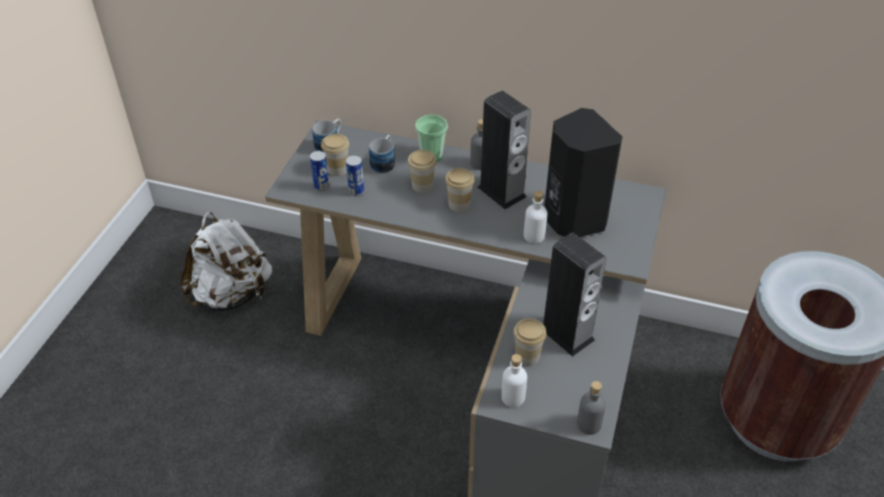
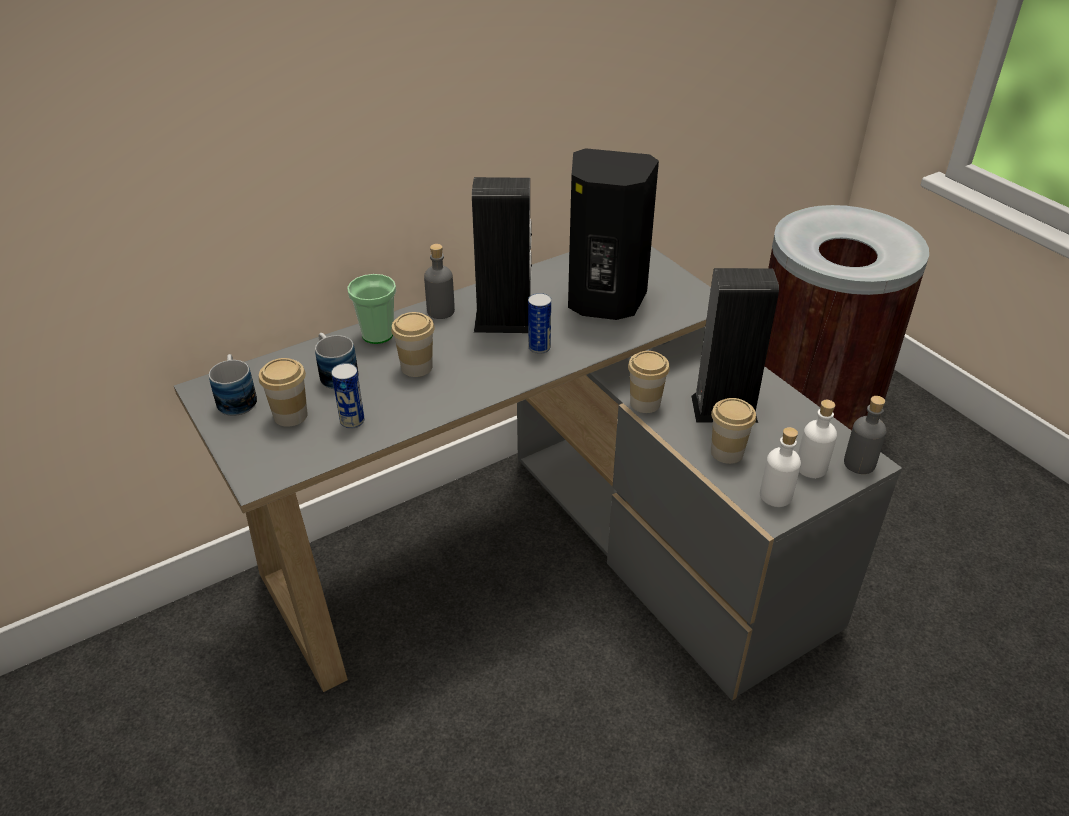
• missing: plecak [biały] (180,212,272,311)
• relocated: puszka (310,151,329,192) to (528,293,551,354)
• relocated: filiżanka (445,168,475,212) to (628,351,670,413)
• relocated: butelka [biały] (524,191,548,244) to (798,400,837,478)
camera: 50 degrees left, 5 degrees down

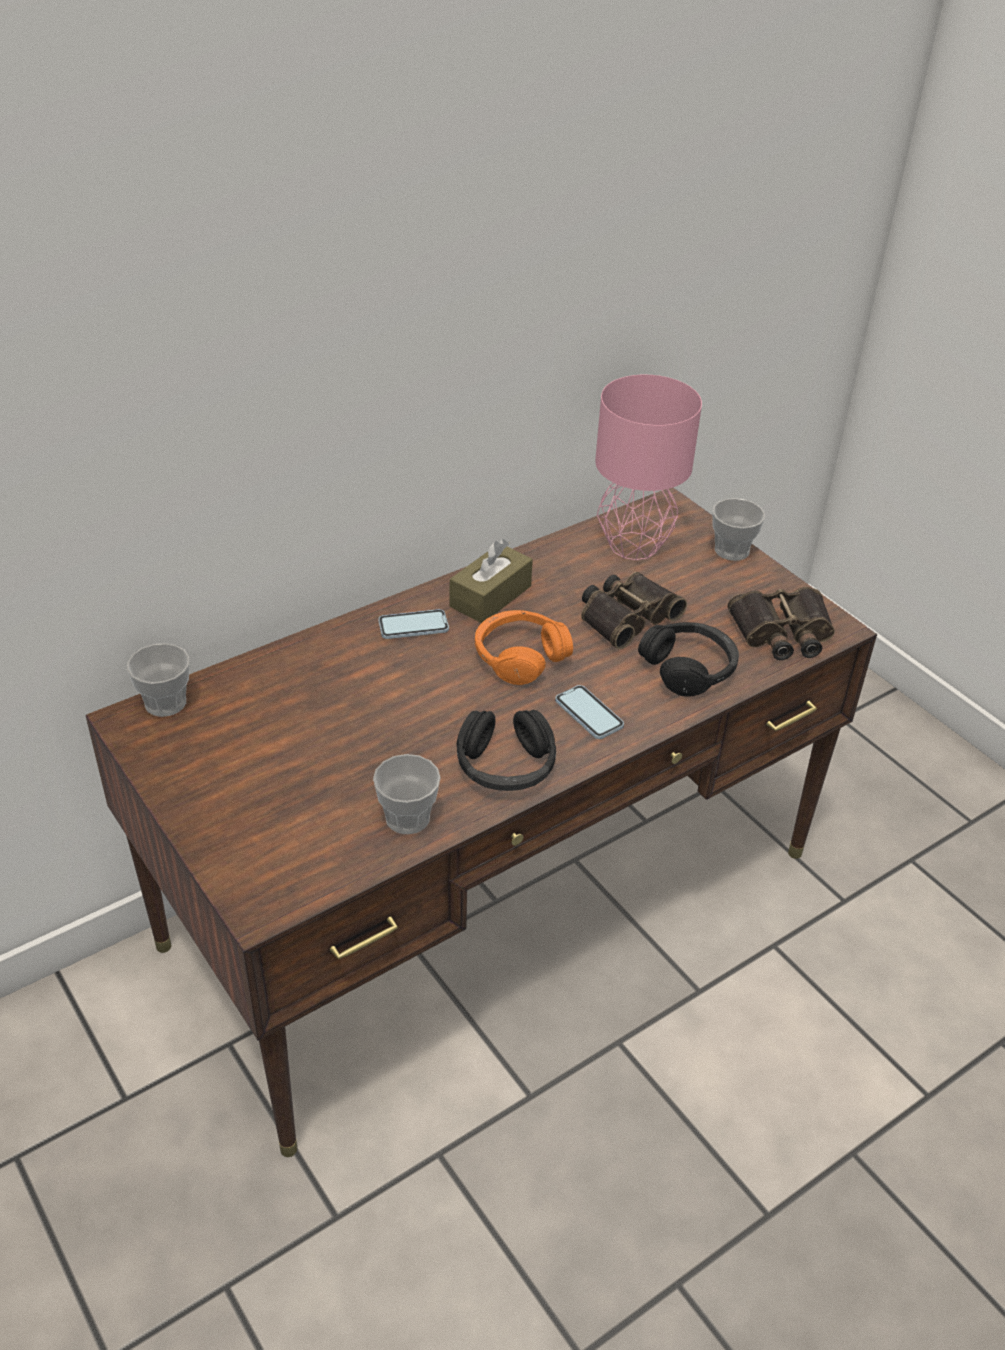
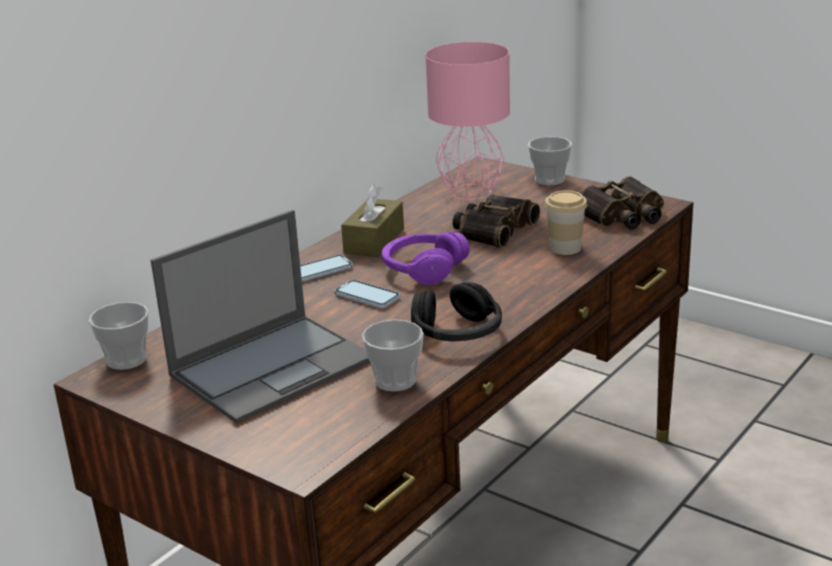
• colour: słuchawki [pomarańczowy] (475,610,573,685) to słuchawki [fioletowy] (382,231,470,285)
• relocated: telefon (555,685,624,739) to (335,280,400,308)
• exchanged: słuchawki [czarny] (638,622,739,697) to filiżanka (545,190,587,255)
• appeared: laptop (151,210,370,424)
camera: 15 degrees left, 15 degrees down

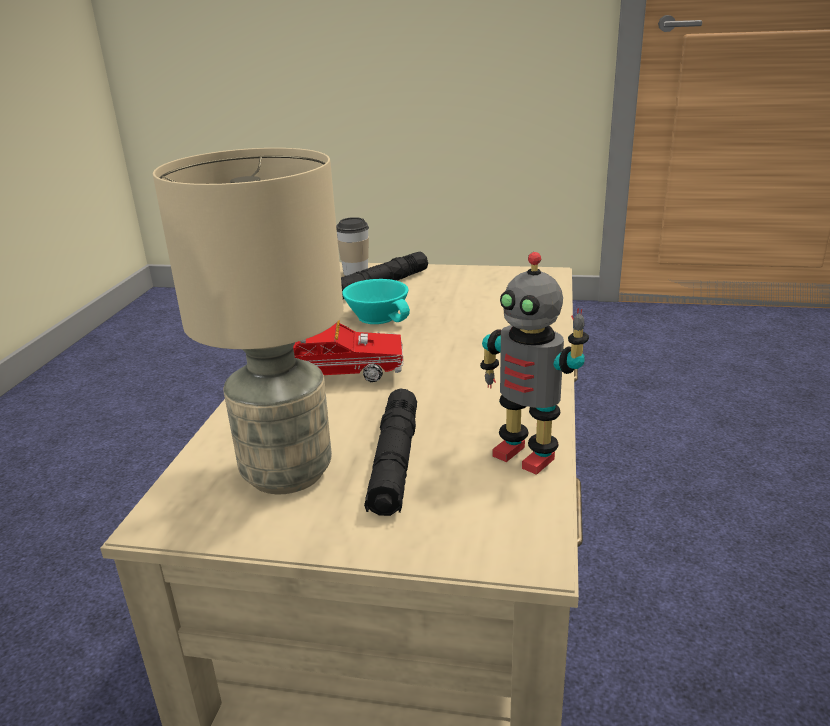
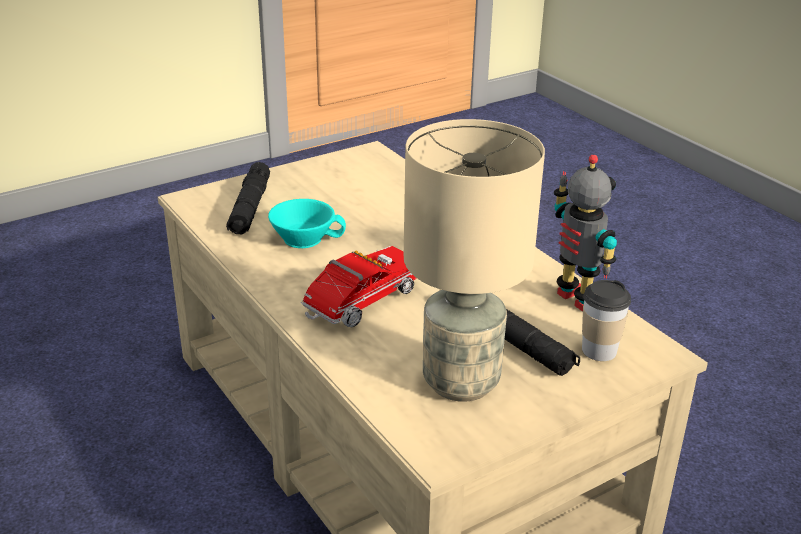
• relocated: filiżanka (336,217,369,276) to (582,280,631,361)
• spun: robot zabawkowy (480,252,589,475) = (554,155,617,312) 120 degrees counterclockwise
camera: 45 degrees left, 5 degrees up

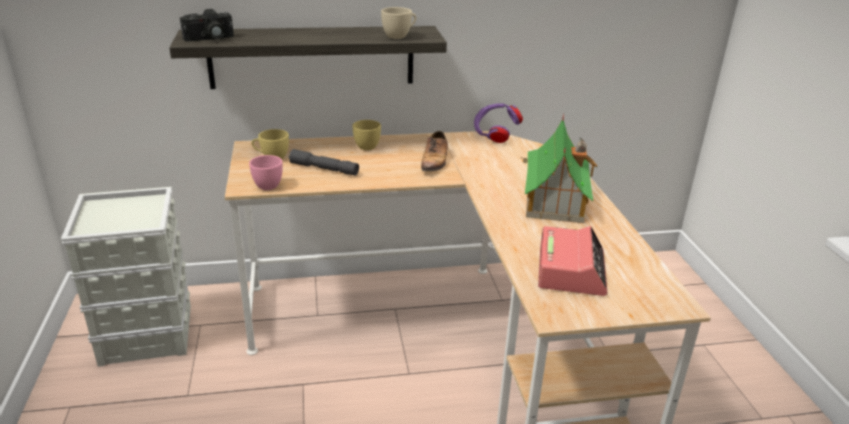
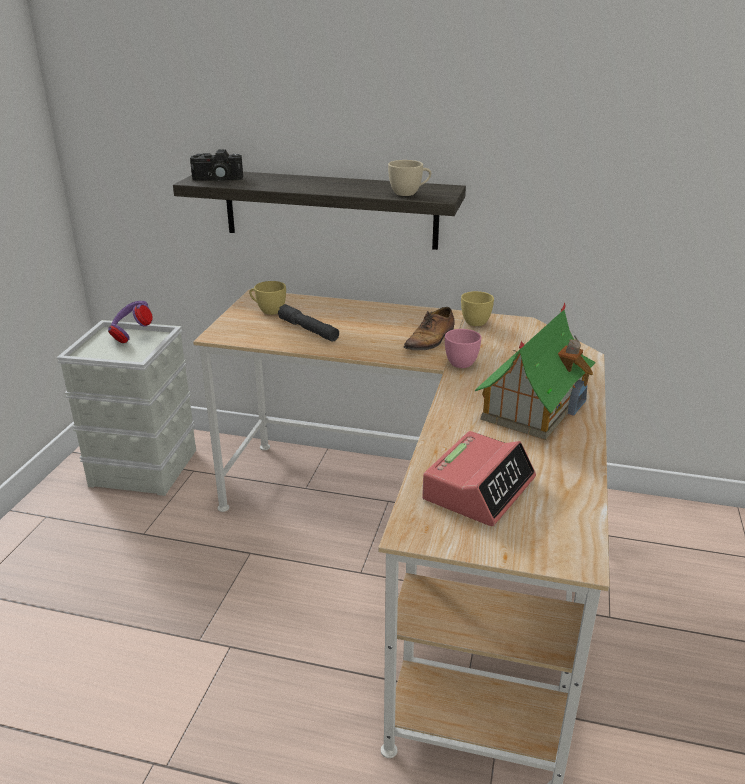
• relocated: filiżanka [różowy] (249,155,283,190) to (445,329,481,368)
• relocated: filiżanka [żółty] (352,120,381,150) to (461,291,494,326)
• relocated: słuchawki [fioletowy] (474,103,523,143) to (108,301,153,343)
camera: 25 degrees right, 0 degrees up

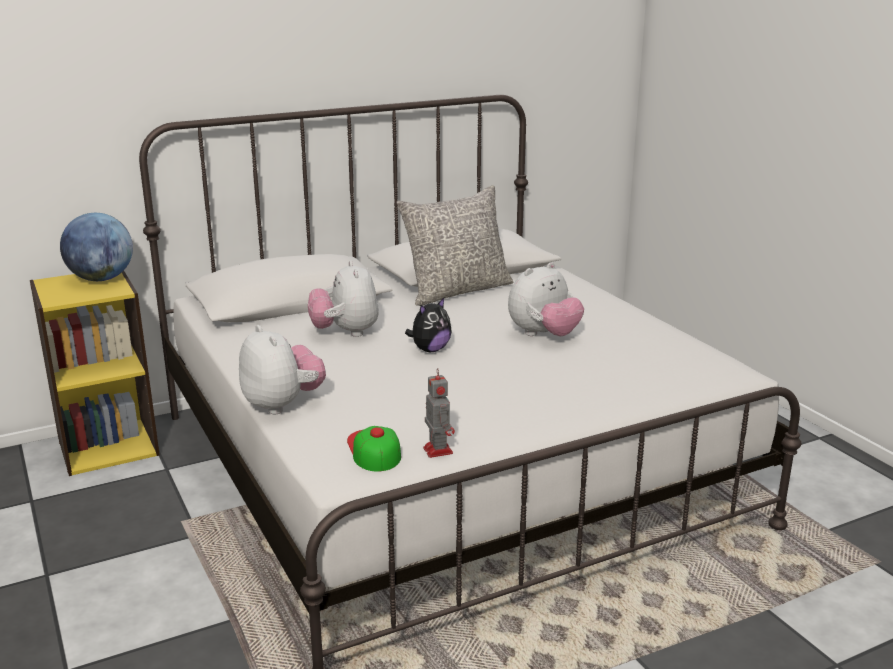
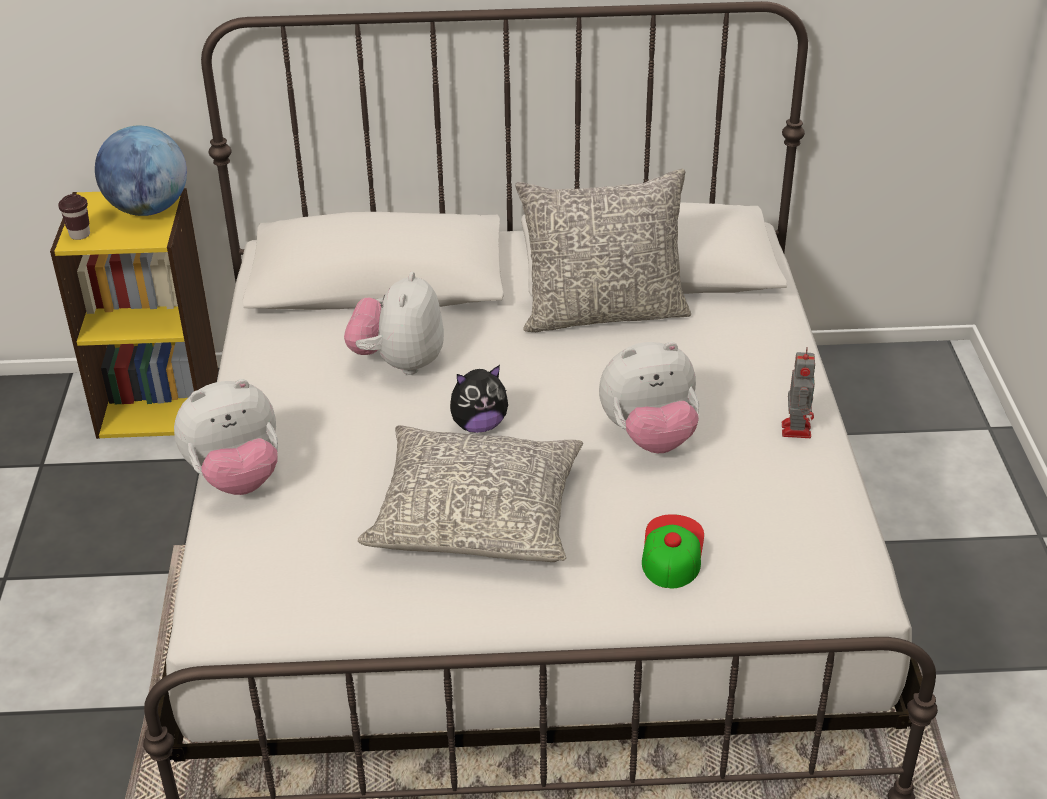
• spun: pluszak (239,325,326,414) = (174,379,278,495) 75 degrees clockwise
• relocated: czapka z daszkiem (347,426,401,472) to (642,514,704,588)
• relocated: robot zabawkowy (423,368,455,458) to (782,347,815,438)
• appeared: filiżanka [brązowy] (58,194,90,240)
• appeared: poduszka [szary] (357,425,583,562)
camera: 25 degrees right, 15 degrees up

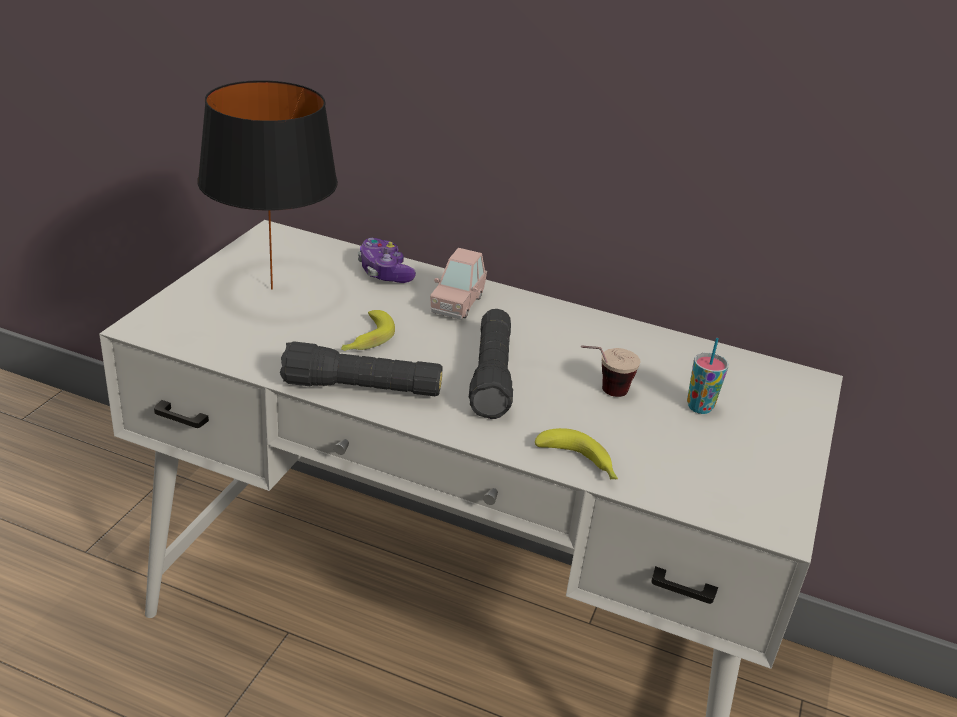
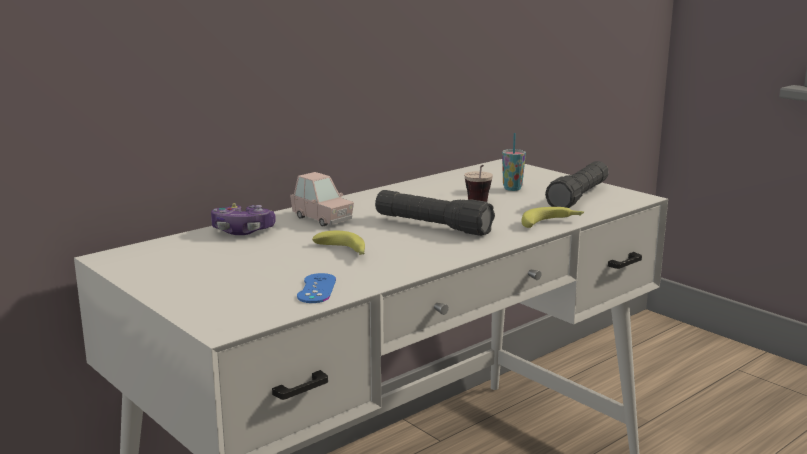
• missing: lampa stołowa [czarny] (198,80,338,290)
• relocated: latarka [czarny] (280,341,443,396) to (545,161,609,208)
• appeared: pad do gier [niebieski] (297,273,336,303)
camera: 60 degrees left, 15 degrees down

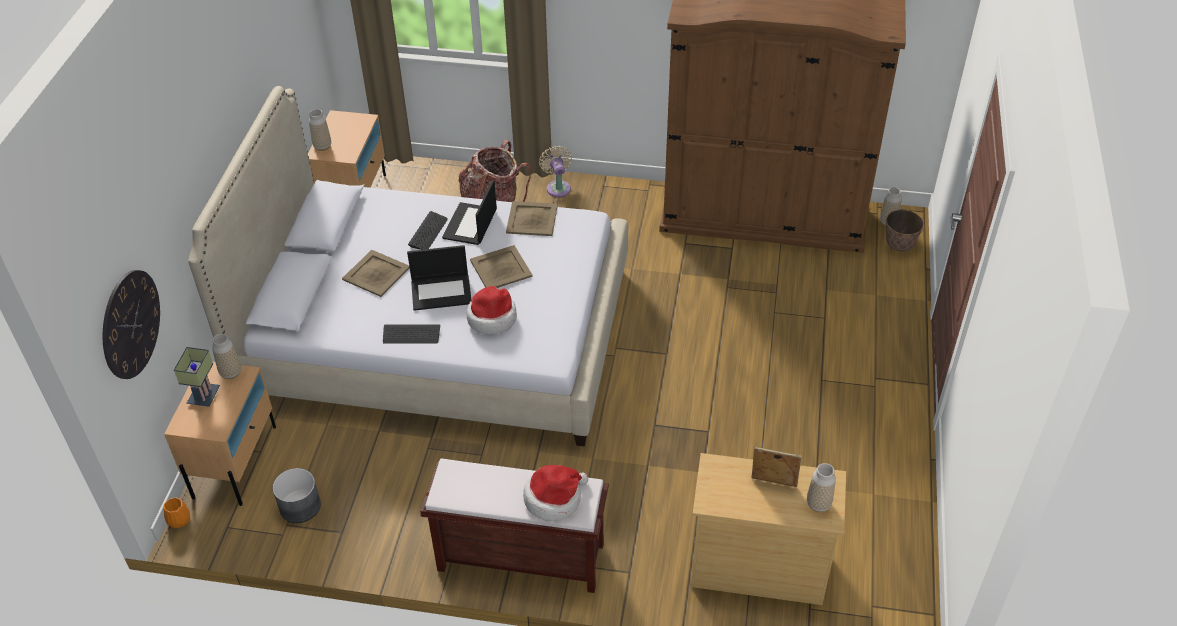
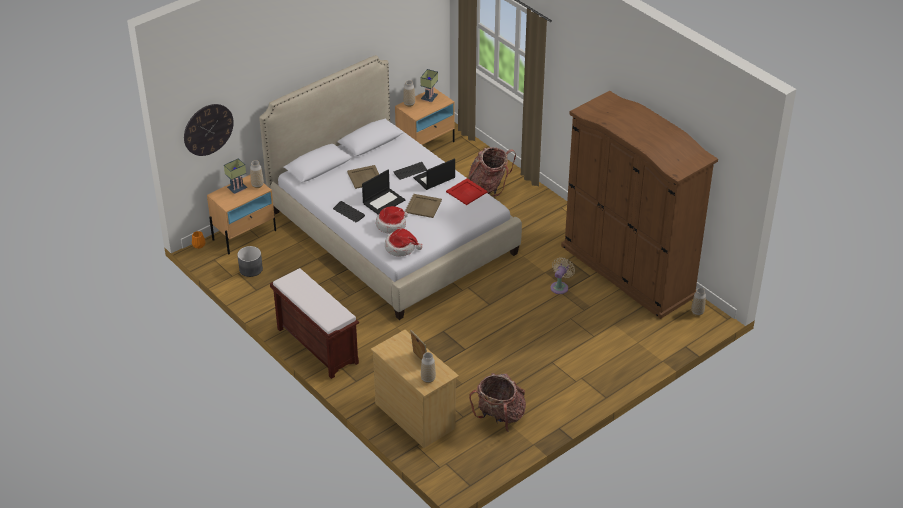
• spun: laptop (407,245,471,311) = (362,170,405,214) 75 degrees counterclockwise
• colour: taca [beżowy] (506,201,558,236) to taca [czerwony] (446,178,488,205)
• relocated: kapelusz (523,465,588,521) to (385,229,423,257)
• relocated: wentylator [beżowy] (539,146,572,197) to (551,257,575,294)
• missing: donica (886,210,924,252)
• appeared: lampa stołowa (420,69,438,103)
• appeared: plecak (469,373,526,432)
camera: 40 degrees right, 5 degrees down

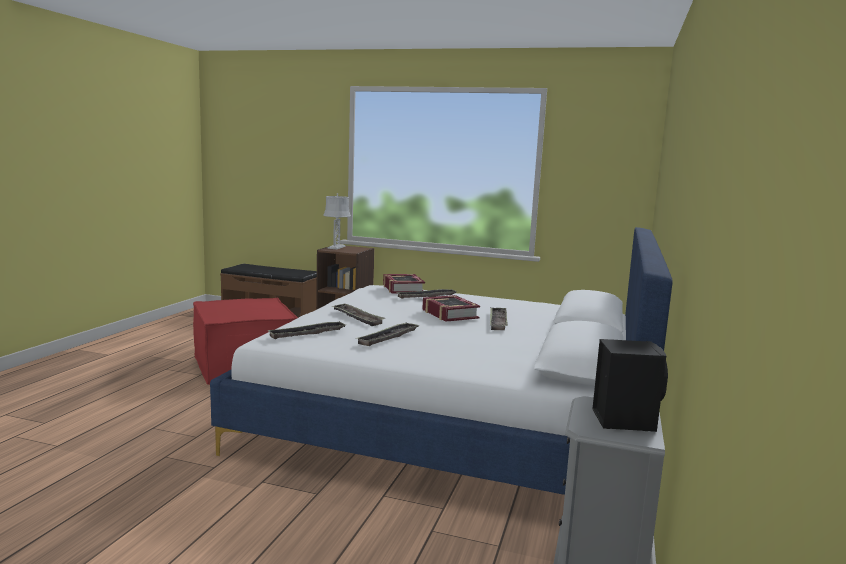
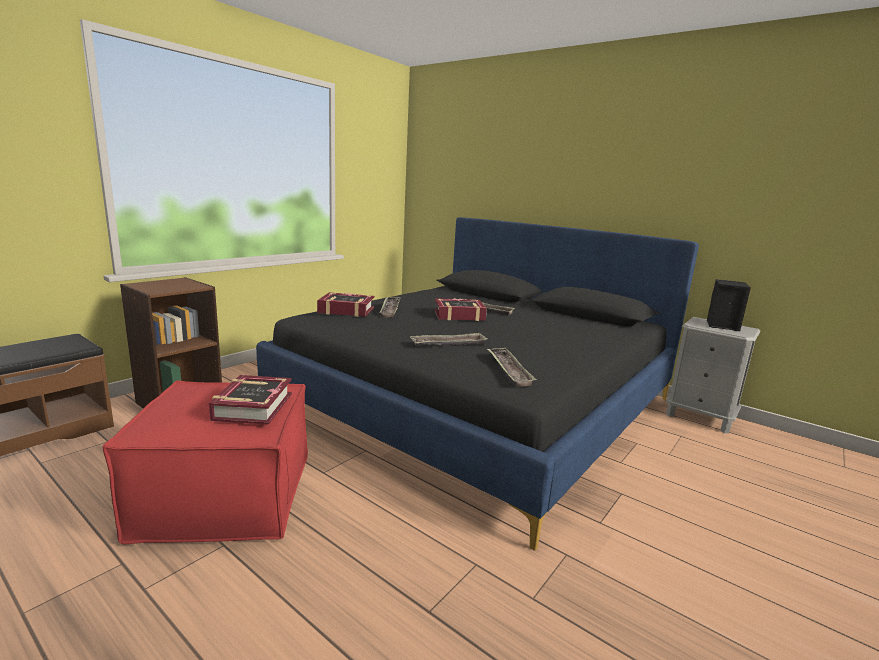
• colour: łóżko [biały] (210,227,673,495) to łóżko [czarny] (256,217,699,551)
• missing: lampa stołowa [szary] (323,193,351,249)
• missing: taca (357,323,419,346)
• appeared: książka (209,375,292,425)
camera: 70 degrees left, 5 degrees up

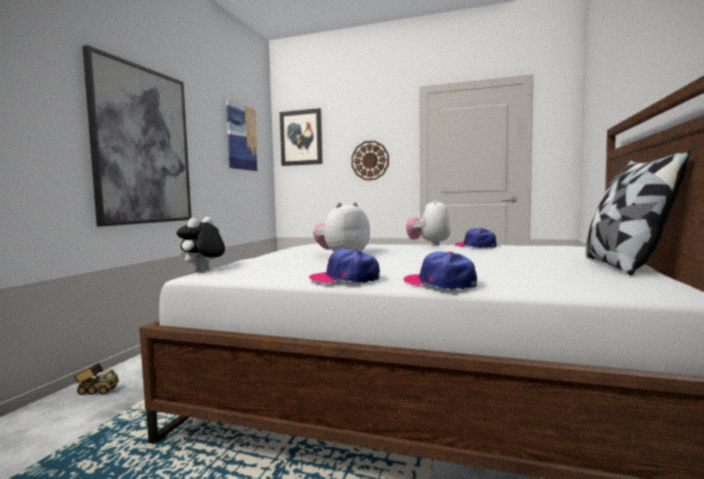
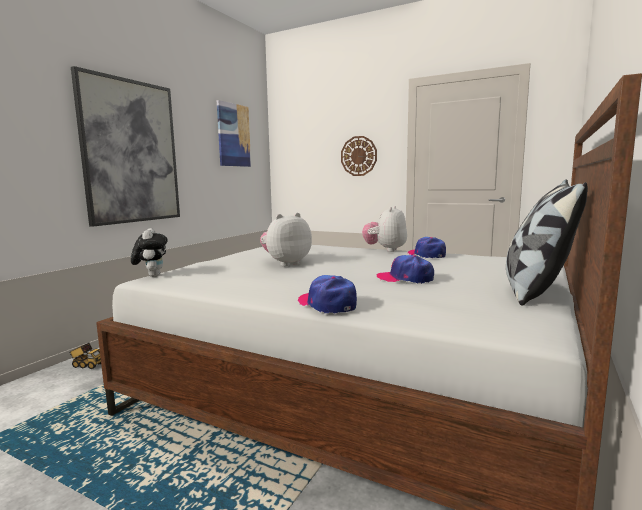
• spun: pluszak (177,217,225,272) = (131,228,168,277) 135 degrees clockwise
• missing: obraz (280,108,322,166)
• relocated: czapka z daszkiem (309,249,380,283) to (377,255,434,284)
camera: 10 degrees right, 5 degrees up

